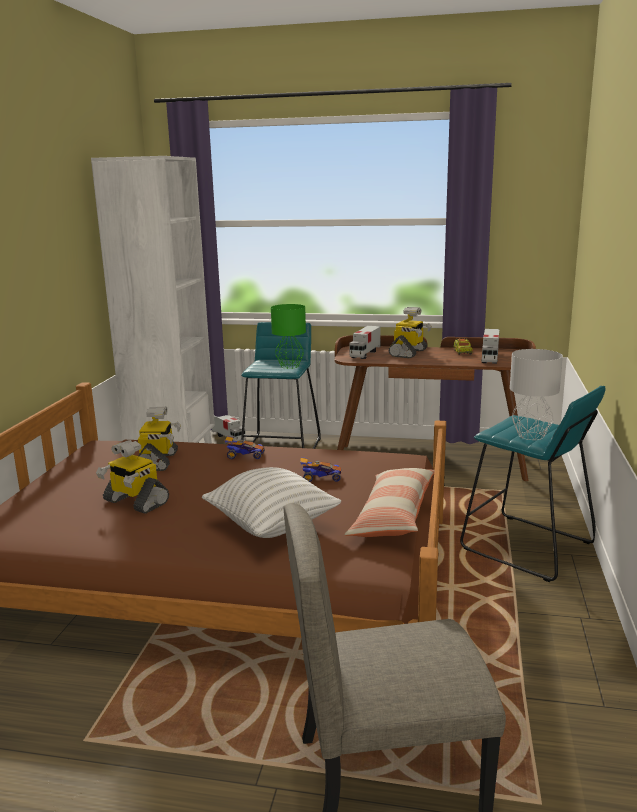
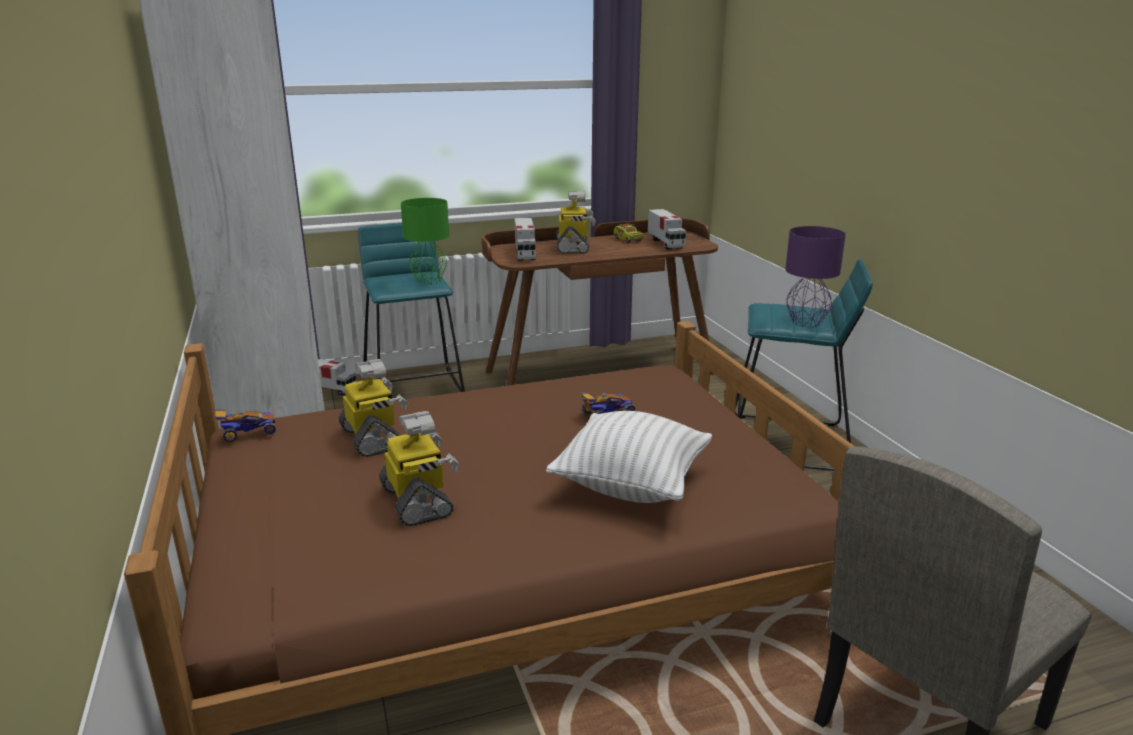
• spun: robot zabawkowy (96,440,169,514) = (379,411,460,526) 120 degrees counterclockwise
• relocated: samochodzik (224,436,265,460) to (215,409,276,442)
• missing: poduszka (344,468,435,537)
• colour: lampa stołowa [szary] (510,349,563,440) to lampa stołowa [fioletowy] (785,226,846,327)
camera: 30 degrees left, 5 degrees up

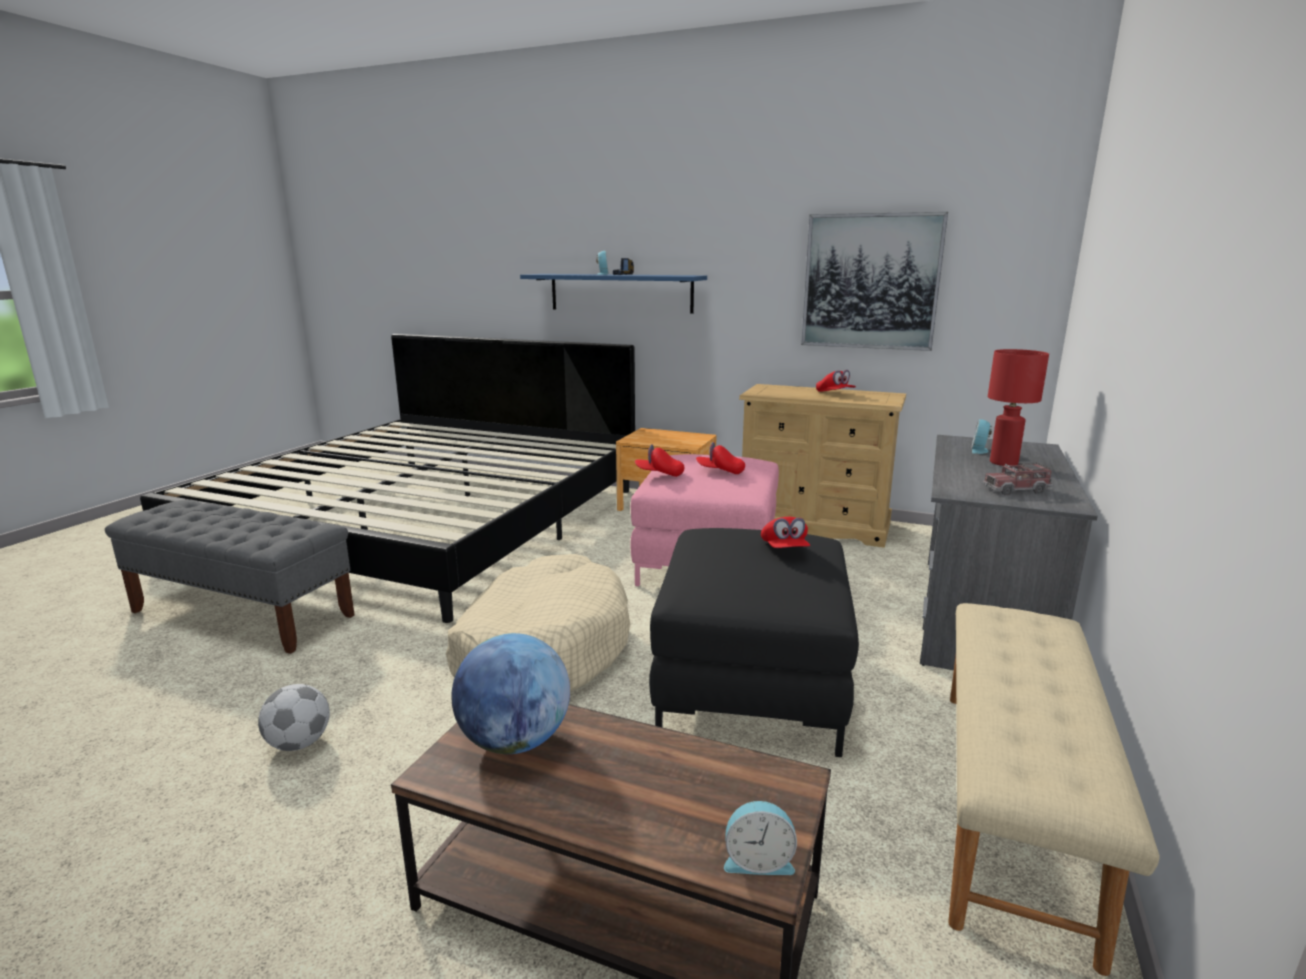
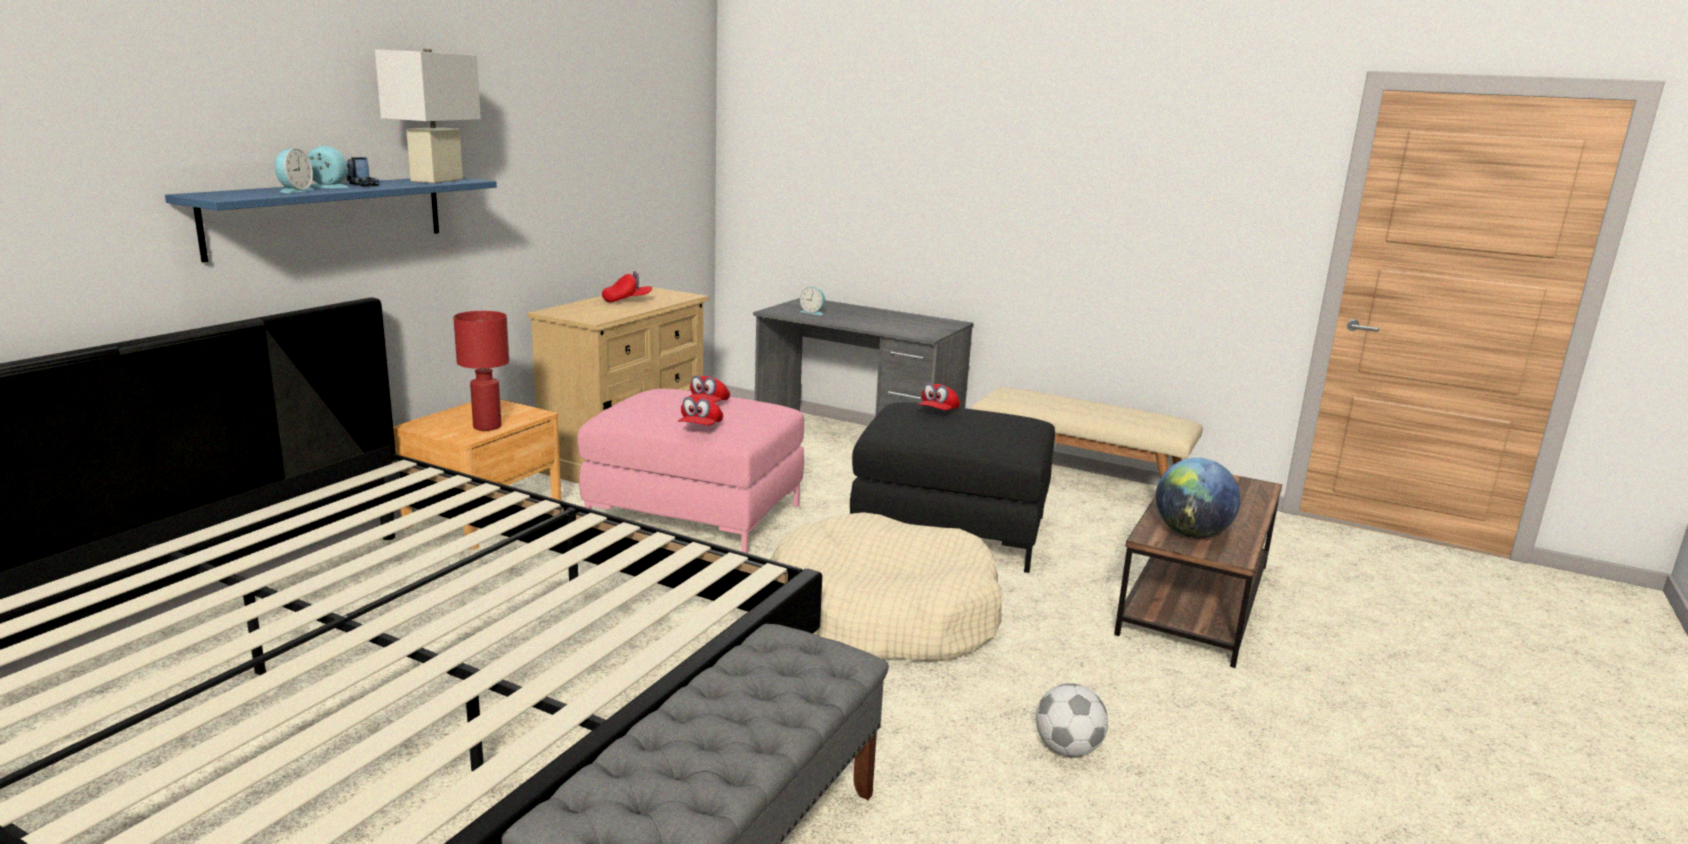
• relocated: budzik (724,801,797,875) to (274,148,314,193)
• spun: czapka z daszkiem [czerwony] (761,517,810,548) = (918,383,960,410) 120 degrees clockwise
• missing: obraz (801,212,948,351)
• missing: ciężarówka zabawkowa (982,463,1054,495)
• relocated: lampa stołowa [czerwony] (988,349,1049,466) to (453,311,509,431)
• appeared: lampa stołowa [biały] (375,49,481,183)
camera: 85 degrees left, 0 degrees up

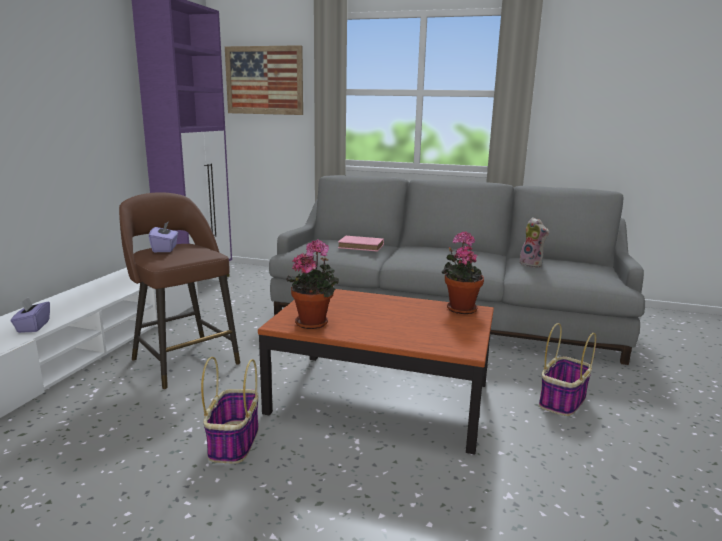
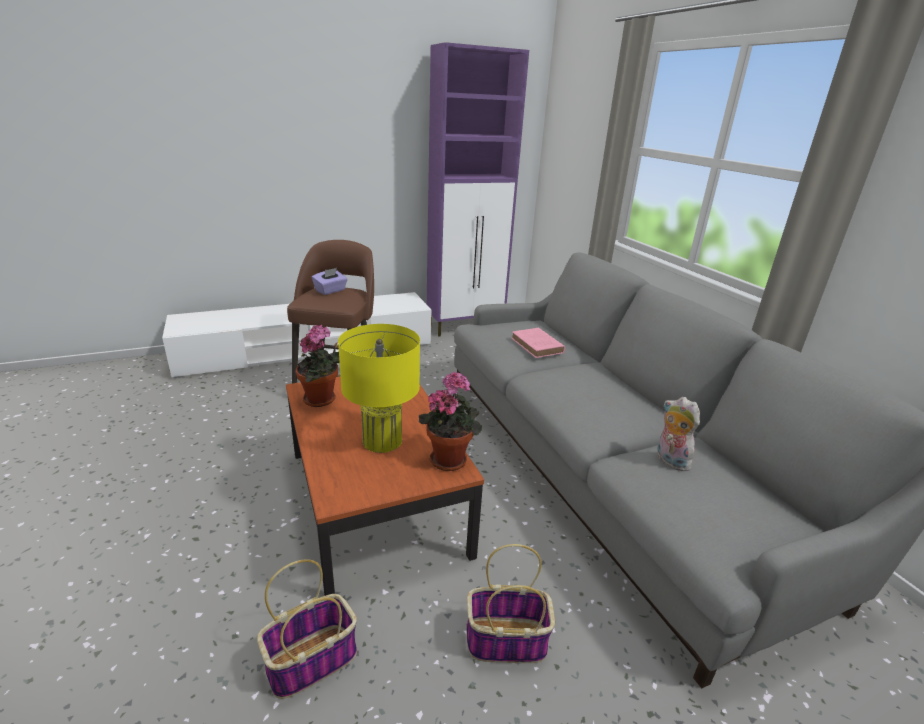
• missing: pudełko chusteczek [fioletowy] (10,297,50,333)
• relocated: koszyk (201,357,259,464) to (257,559,357,699)
• missing: obraz (225,45,303,115)
• spun: pluszak (519,217,549,268) = (657,397,700,471) 135 degrees clockwise
• appeared: lampa stołowa [żółty] (338,324,420,453)
camera: 50 degrees right, 10 degrees up

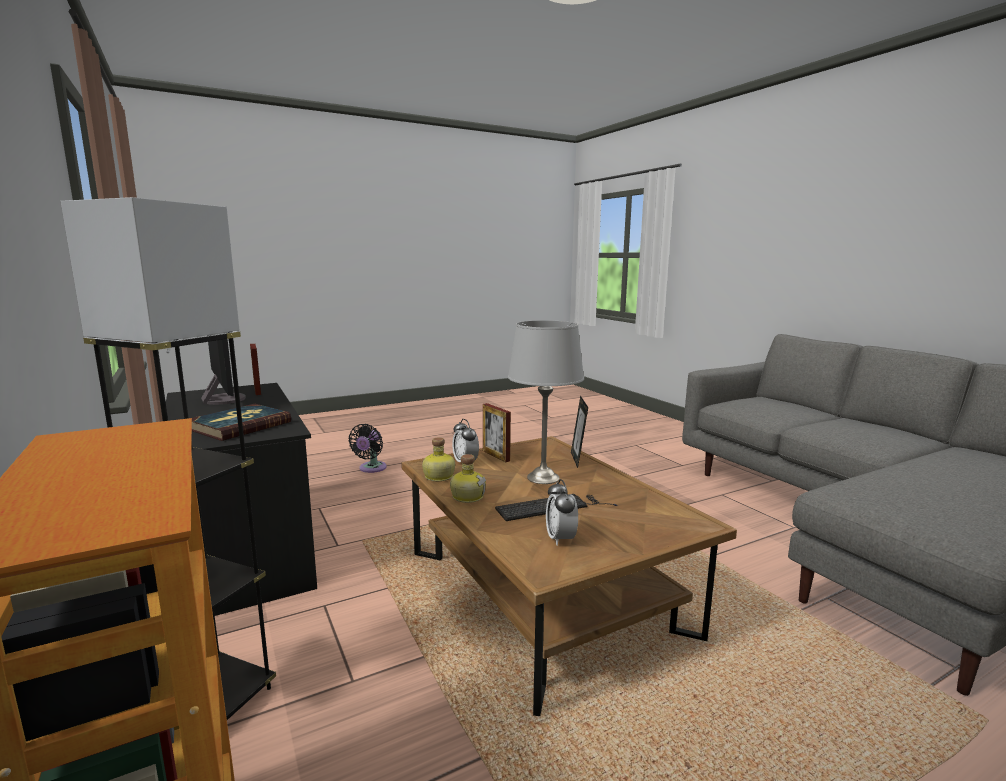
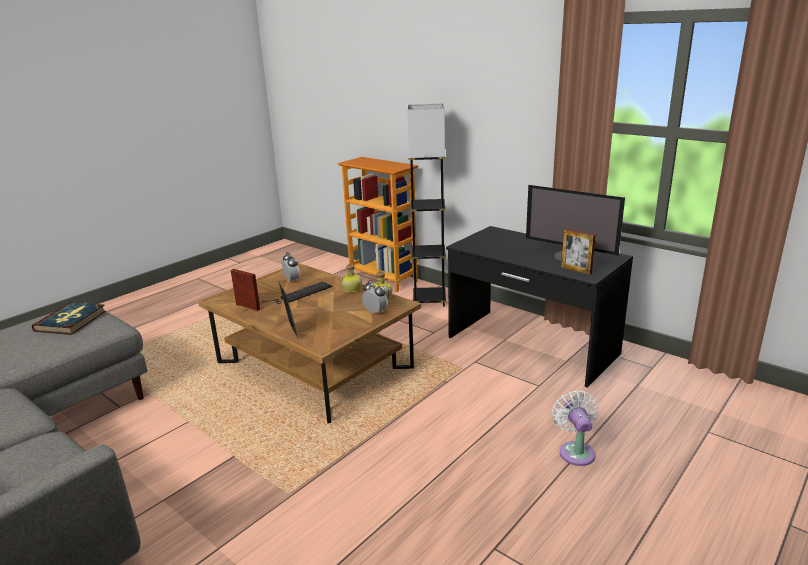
• relocated: książka (192,404,291,441) to (32,302,106,335)
• colour: wentylator [czarny] (348,424,387,473) to wentylator [biały] (552,390,599,466)
• relocated: ramka na zdjęcie (483,403,511,462) to (230,269,260,311)
• missing: lampa stołowa [szary] (508,320,584,484)
camera: 160 degrees right, 10 degrees up

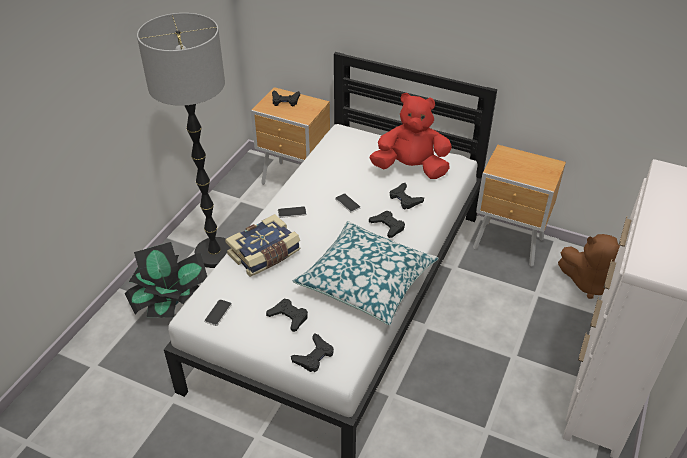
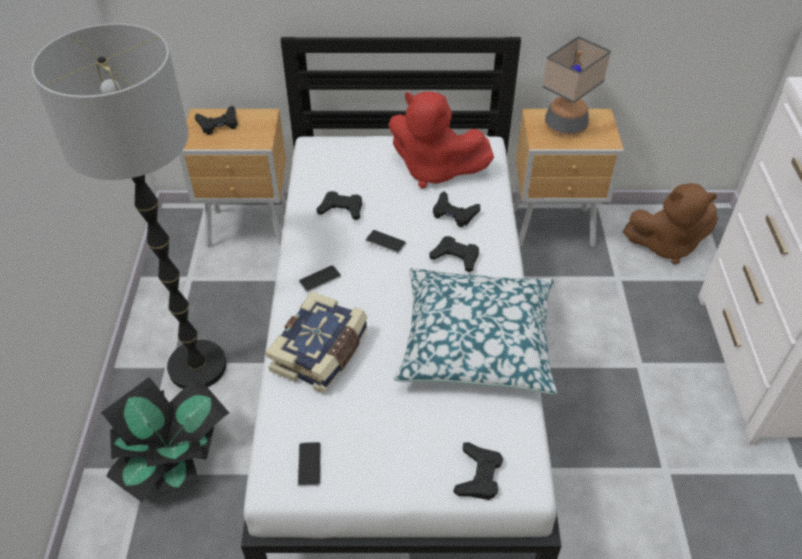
• relocated: pad do gier [czarny] (266,299,308,332) to (317,191,362,220)
• spun: pluszak [czerwony] (370,93,452,179) = (389,91,494,188) 135 degrees counterclockwise
• appeared: lampa stołowa (542,36,611,135)
camera: 25 degrees left, 5 degrees up

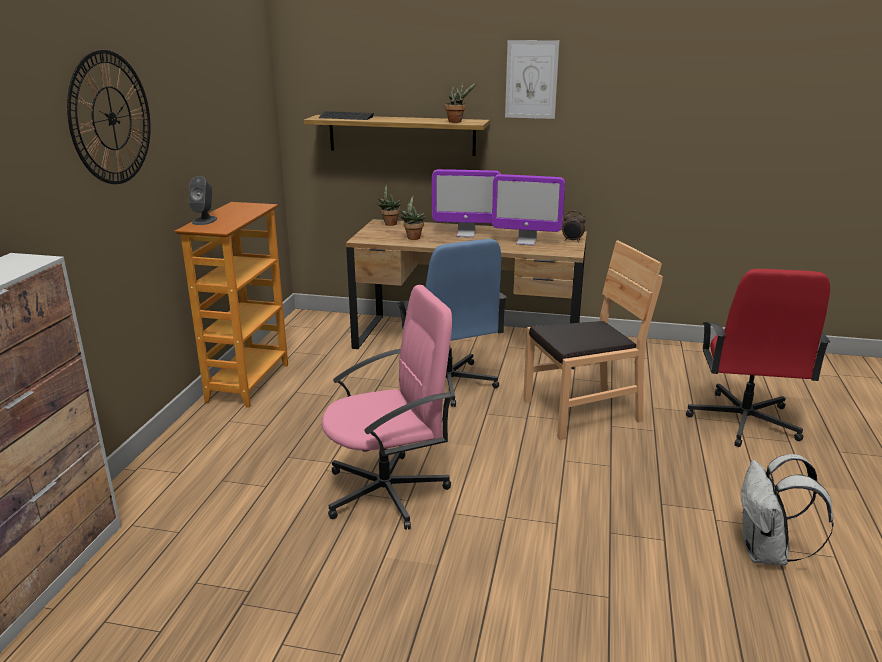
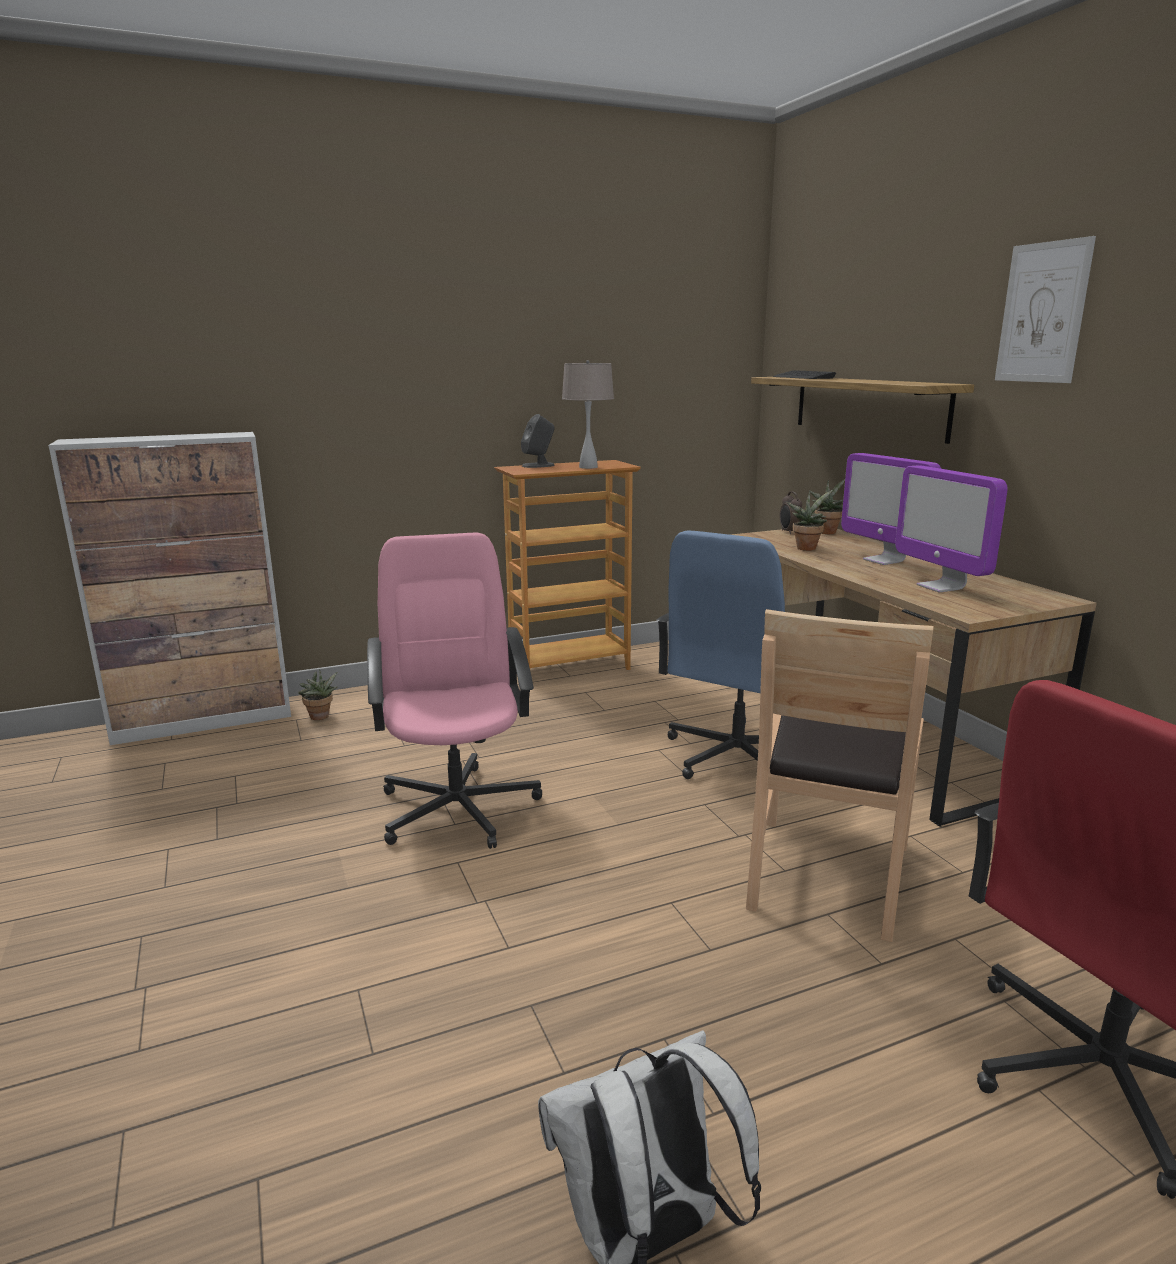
• missing: zegar ścienny (67,50,151,184)
• spun: krzesło biurowe [różowy] (321,285,453,530) = (367,532,542,849) 135 degrees counterclockwise
• relocated: roślina doniczkowa (445,81,477,123) to (298,669,338,720)
• spun: krzesło [brązowy] (523,240,663,440) = (746,609,933,942) 75 degrees clockwise
• relocated: budzik (562,211,586,242) to (780,491,802,535)
• appeared: lampa stołowa [beżowy] (562,360,614,469)
camera: 55 degrees right, 5 degrees down

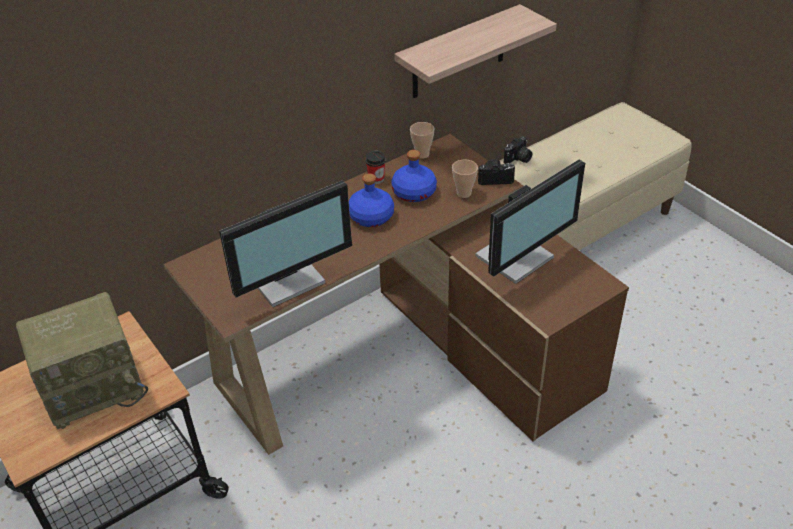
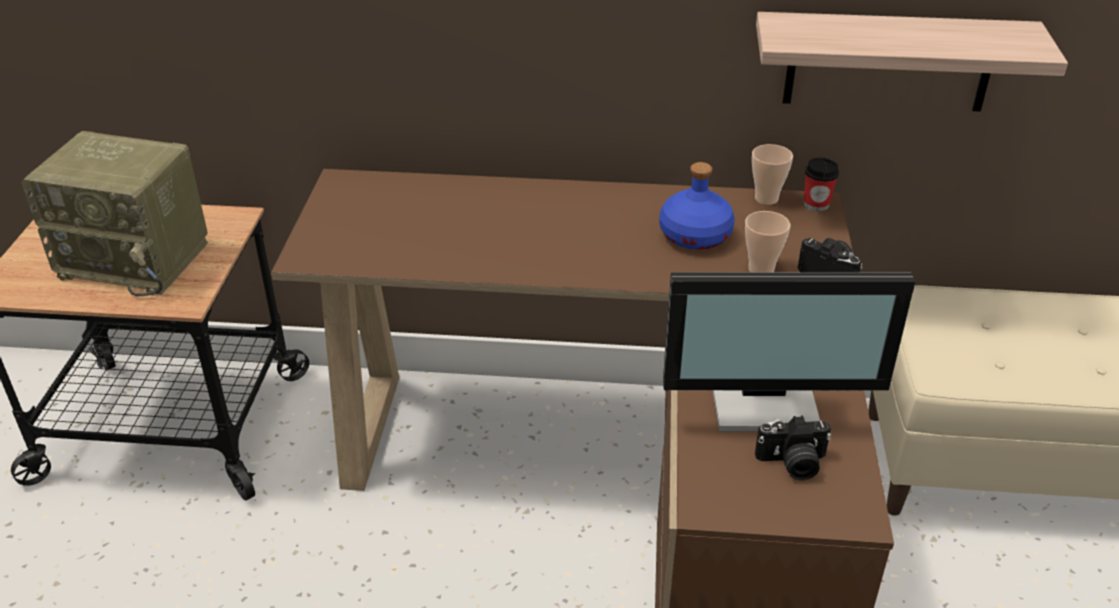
• missing: monitor (219,180,352,307)
• missing: butelka [niebieski] (349,173,394,227)
• relocated: filiżanka (365,151,386,184) to (804,158,839,212)
• relocated: aparat fotograficzny (504,136,532,164) to (755,416,831,480)
camera: 40 degrees right, 5 degrees down

